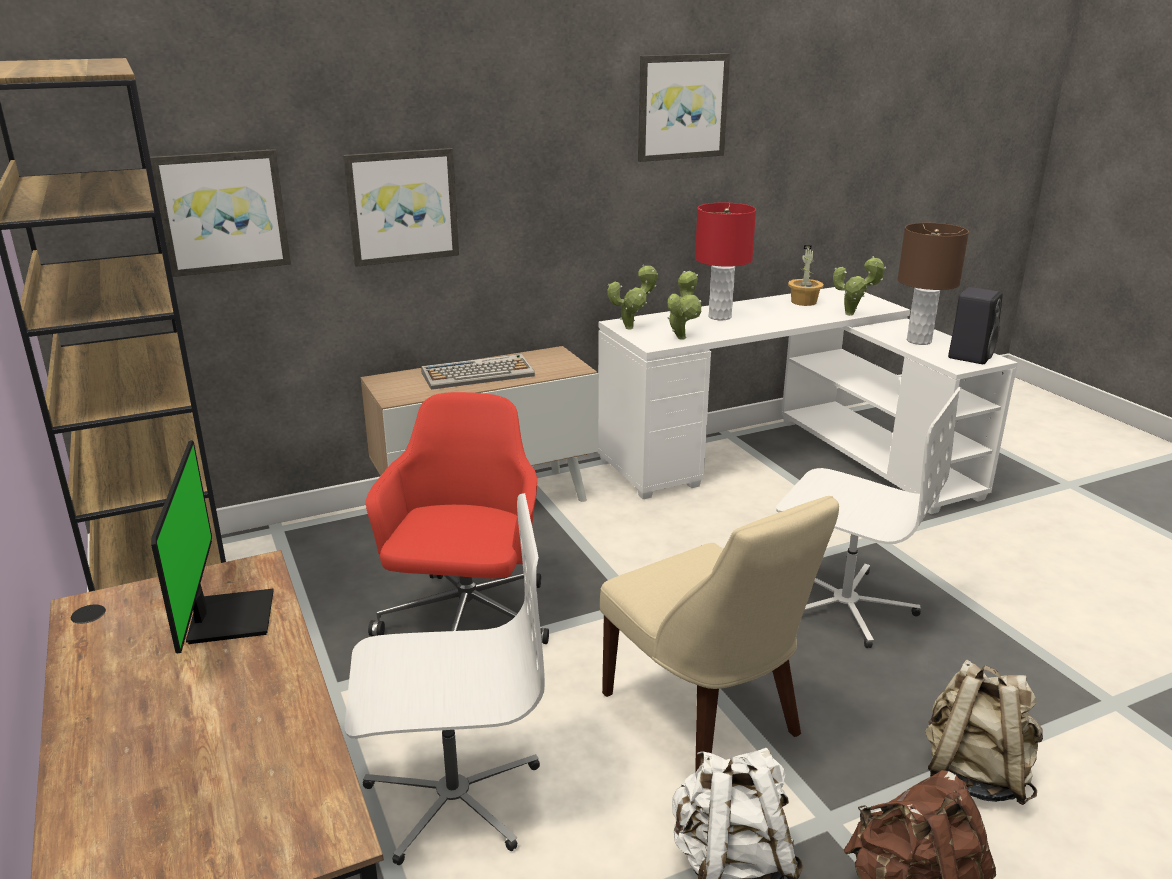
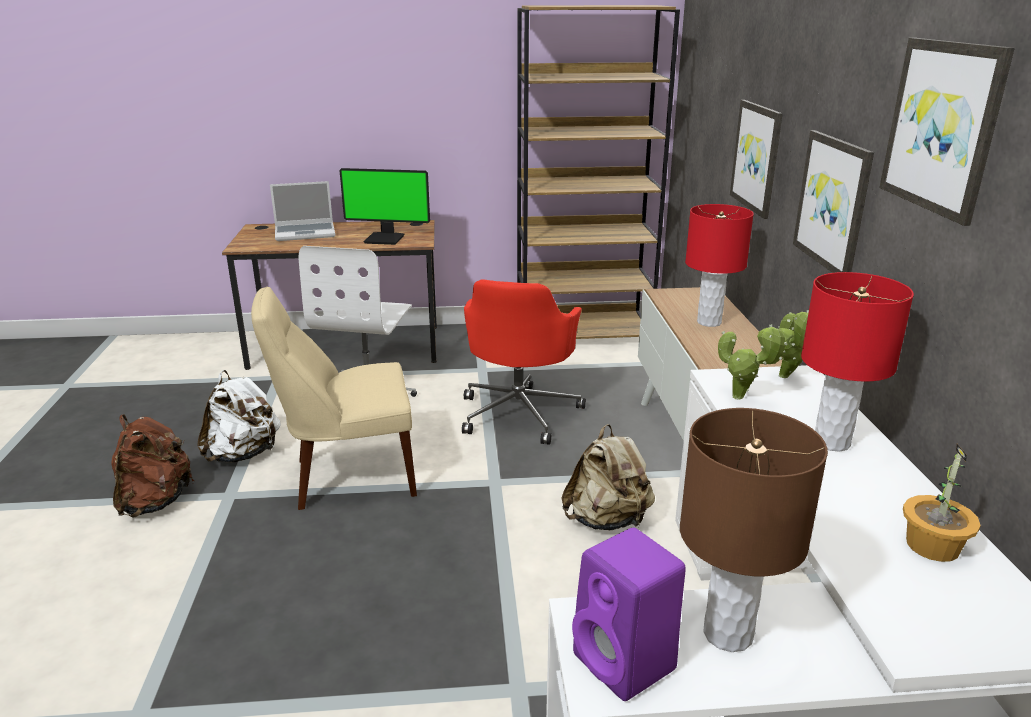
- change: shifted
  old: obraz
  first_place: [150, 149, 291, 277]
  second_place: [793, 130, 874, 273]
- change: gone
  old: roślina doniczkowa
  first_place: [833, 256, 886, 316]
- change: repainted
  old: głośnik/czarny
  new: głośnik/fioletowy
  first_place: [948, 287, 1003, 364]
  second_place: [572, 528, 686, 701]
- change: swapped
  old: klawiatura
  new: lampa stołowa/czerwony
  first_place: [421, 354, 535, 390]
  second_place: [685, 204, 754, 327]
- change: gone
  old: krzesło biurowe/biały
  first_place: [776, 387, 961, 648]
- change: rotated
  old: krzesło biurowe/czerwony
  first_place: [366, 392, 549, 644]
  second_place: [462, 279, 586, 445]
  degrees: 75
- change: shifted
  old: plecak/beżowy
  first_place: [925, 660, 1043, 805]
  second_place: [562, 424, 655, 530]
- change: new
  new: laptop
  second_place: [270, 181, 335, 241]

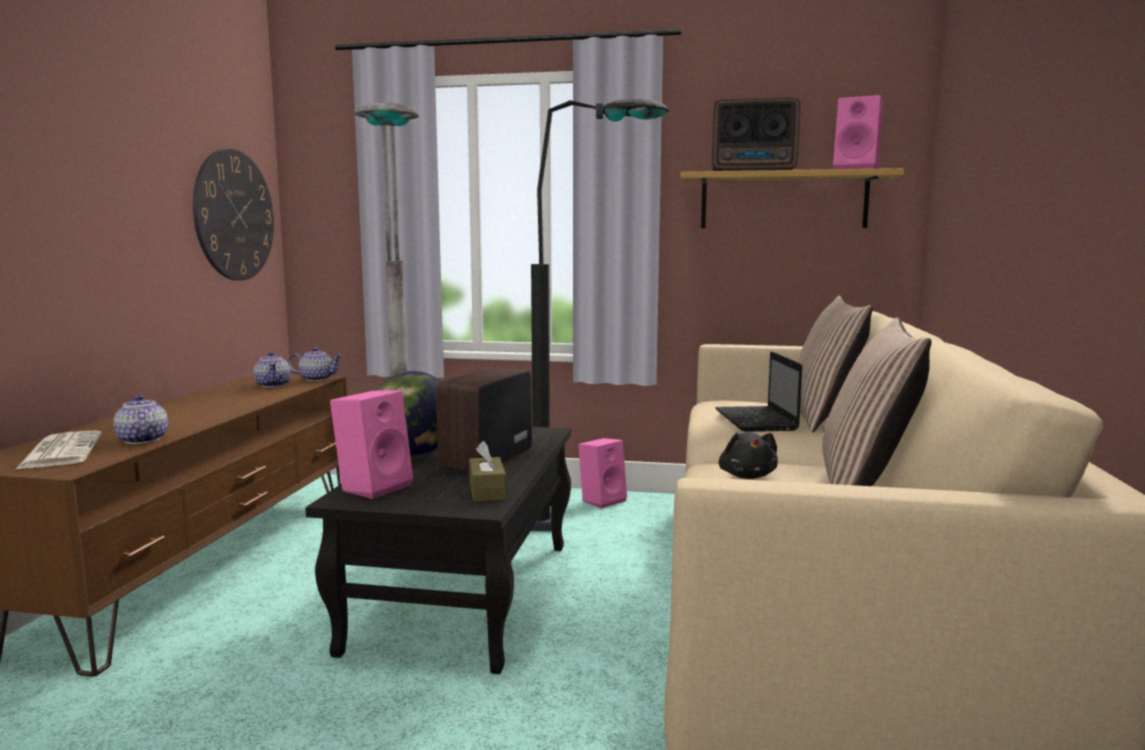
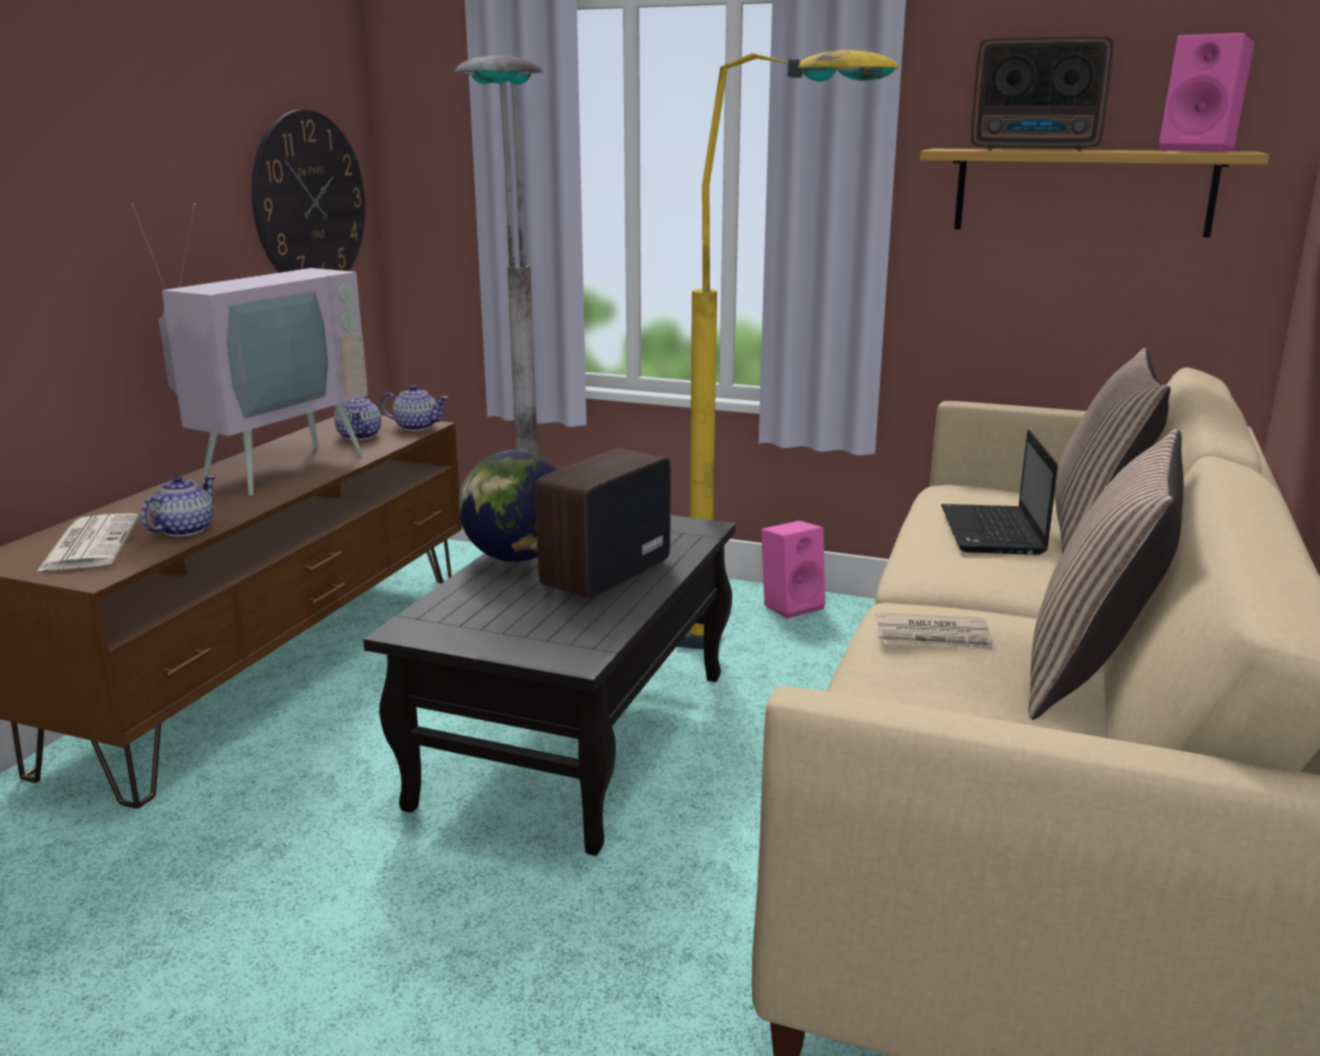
- change: repainted
  old: lampa stojąca/czarny
  new: lampa stojąca/żółty
  first_place: [531, 98, 669, 531]
  second_place: [677, 50, 900, 650]
- change: gone
  old: głośnik/różowy
  first_place: [330, 390, 413, 499]
- change: rotated
  old: imbryk
  first_place: [113, 395, 168, 444]
  second_place: [141, 475, 216, 536]
  degrees: 45
- change: swapped
  old: pluszak/czarny
  new: gazeta
  first_place: [719, 432, 778, 479]
  second_place: [875, 613, 996, 651]
- change: gone
  old: pudełko chusteczek/brązowy
  first_place: [469, 441, 506, 502]
- change: new
  new: telewizor
  second_place: [131, 203, 368, 496]

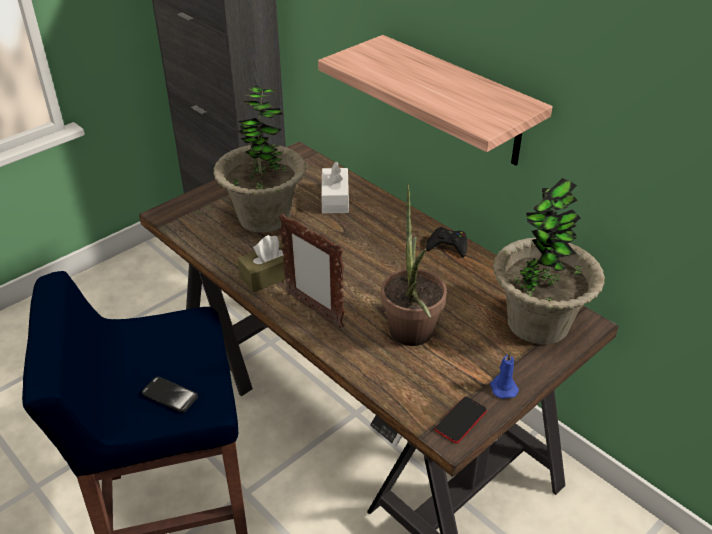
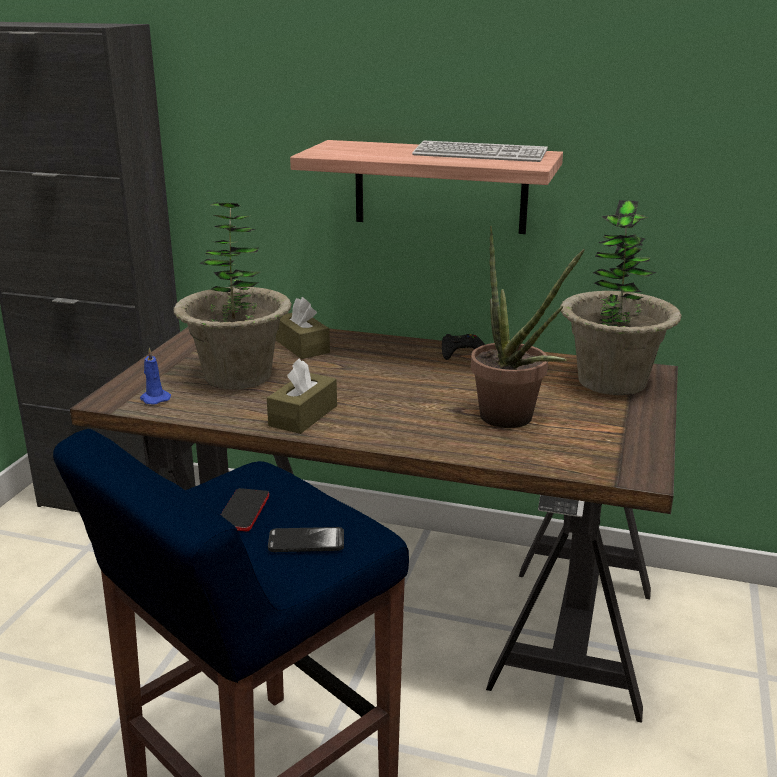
- change: repainted
  old: pudełko chusteczek/biały
  new: pudełko chusteczek/brązowy
  first_place: [321, 161, 349, 213]
  second_place: [275, 297, 330, 359]
- change: gone
  old: ramka na zdjęcie
  first_place: [279, 214, 344, 328]
- change: shifted
  old: świeca/niebieski
  first_place: [490, 352, 519, 399]
  second_place: [140, 348, 171, 405]
- change: shifted
  old: telefon
  first_place: [435, 396, 487, 444]
  second_place: [221, 488, 269, 531]
- change: new
  new: klawiatura
  second_place: [412, 141, 548, 162]

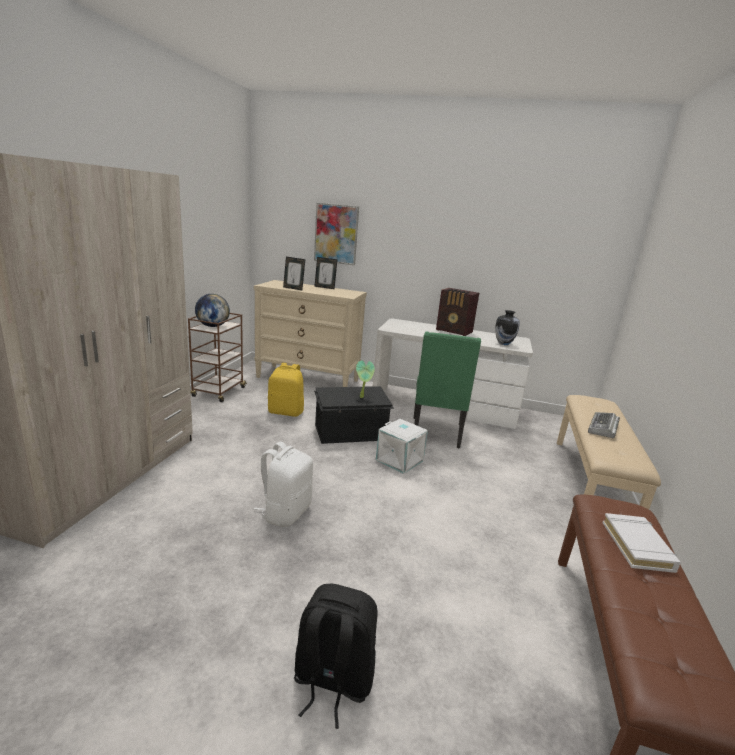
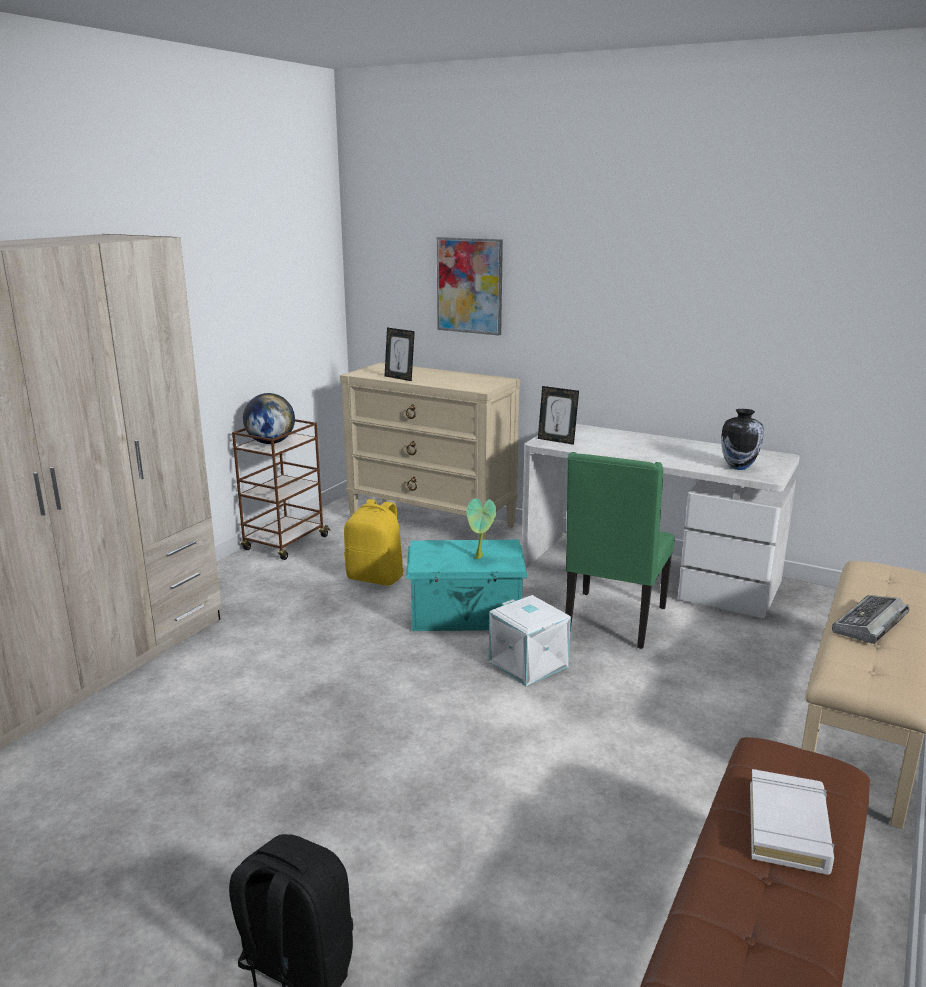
- change: shifted
  old: ramka na zdjęcie
  first_place: [314, 257, 338, 289]
  second_place: [538, 386, 579, 445]
- change: gone
  old: radio
  first_place: [436, 288, 479, 336]
- change: repainted
  old: pojemnik do przechowywania/czarny
  new: pojemnik do przechowywania/turkusowy
  first_place: [314, 386, 394, 444]
  second_place: [406, 540, 528, 631]
- change: gone
  old: plecak/biały
  first_place: [254, 442, 313, 527]

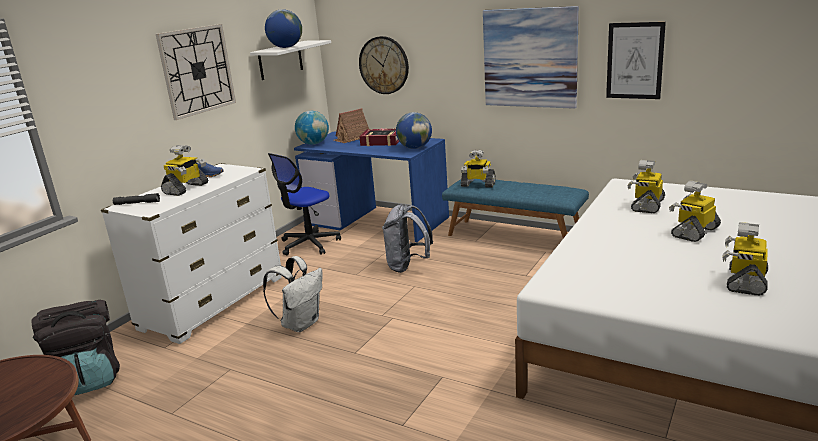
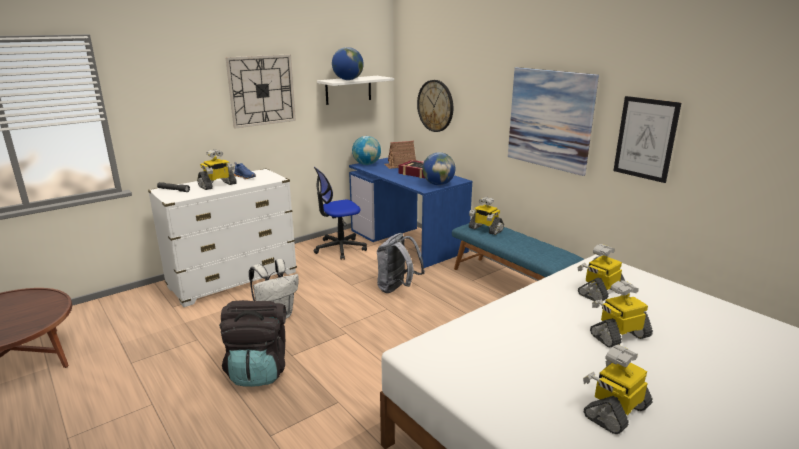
- change: shifted
  old: plecak/czarny
  first_place: [32, 300, 120, 395]
  second_place: [219, 300, 286, 387]

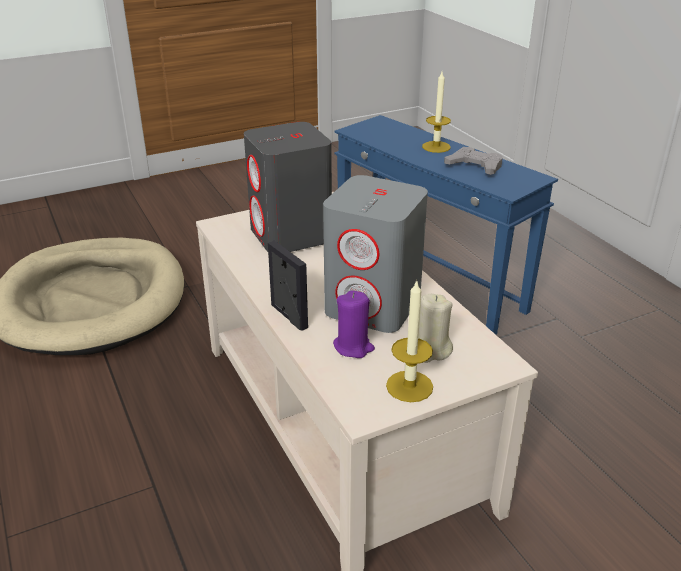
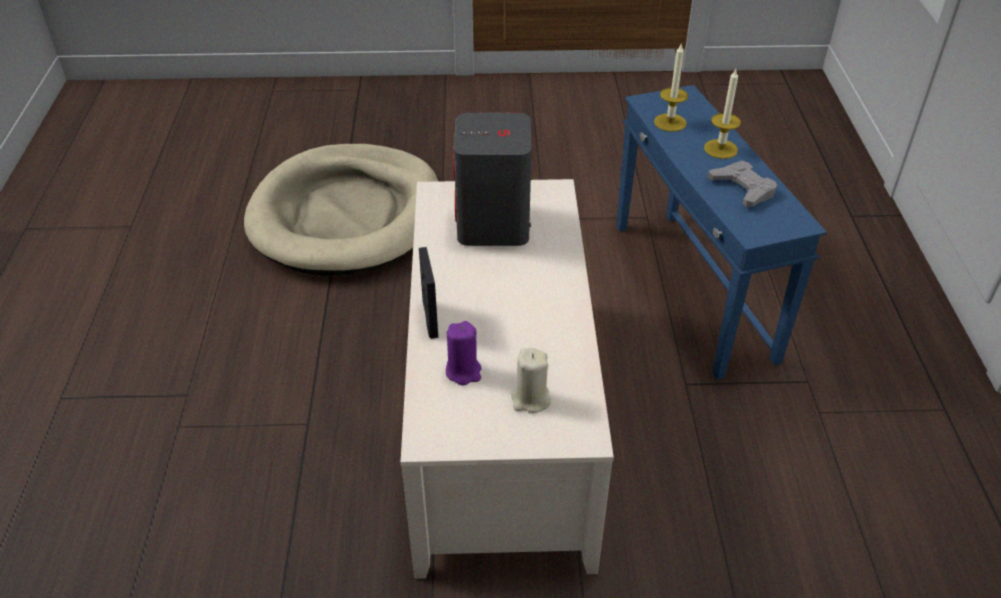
- change: gone
  old: głośnik/szary
  first_place: [323, 175, 428, 333]
- change: shifted
  old: świeca
  first_place: [386, 279, 433, 402]
  second_place: [654, 43, 688, 132]

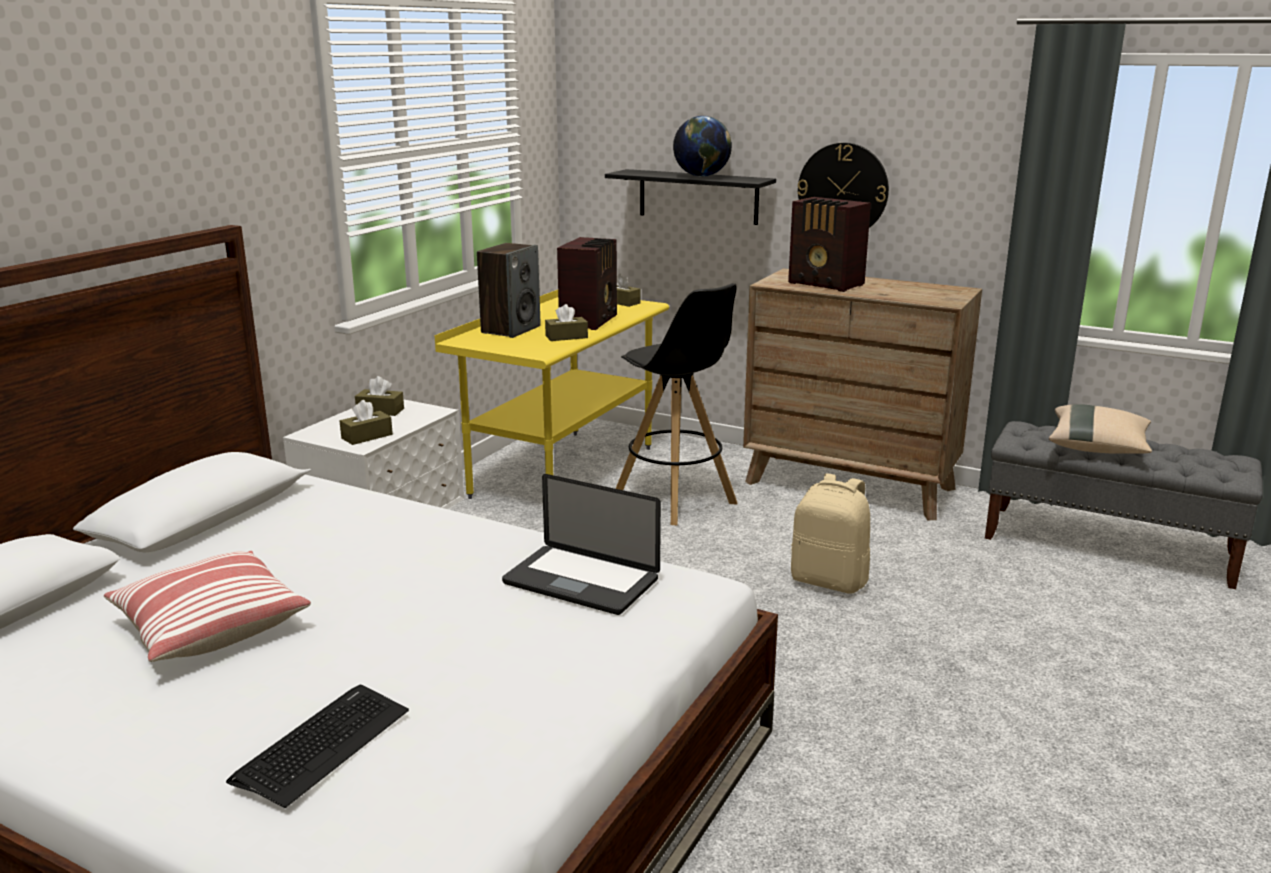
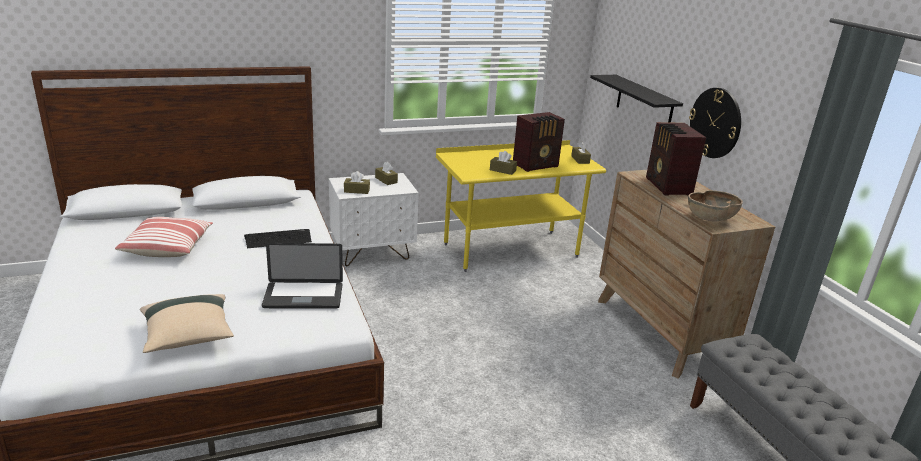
- change: gone
  old: globus
  first_place: [673, 116, 732, 177]
- change: gone
  old: głośnik
  first_place: [477, 243, 540, 338]
- change: gone
  old: stołek/czarny
  first_place: [615, 283, 737, 525]
- change: shifted
  old: poduszka/beżowy
  first_place: [1049, 404, 1152, 454]
  second_place: [140, 294, 234, 353]
- change: gone
  old: plecak/beżowy
  first_place: [791, 473, 870, 594]
- change: rotated
  old: laptop
  first_place: [502, 474, 661, 615]
  second_place: [262, 243, 343, 309]
  degrees: -75
- change: shifted
  old: klawiatura
  first_place: [226, 685, 409, 808]
  second_place: [244, 229, 312, 248]
- change: new
  new: miska/brązowy
  second_place: [688, 190, 743, 221]

